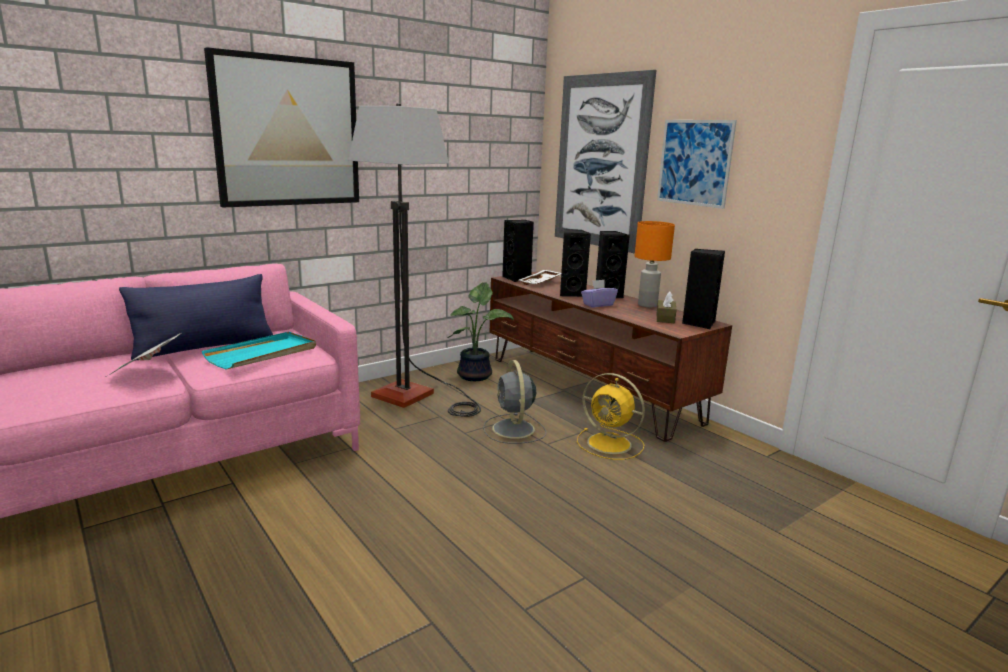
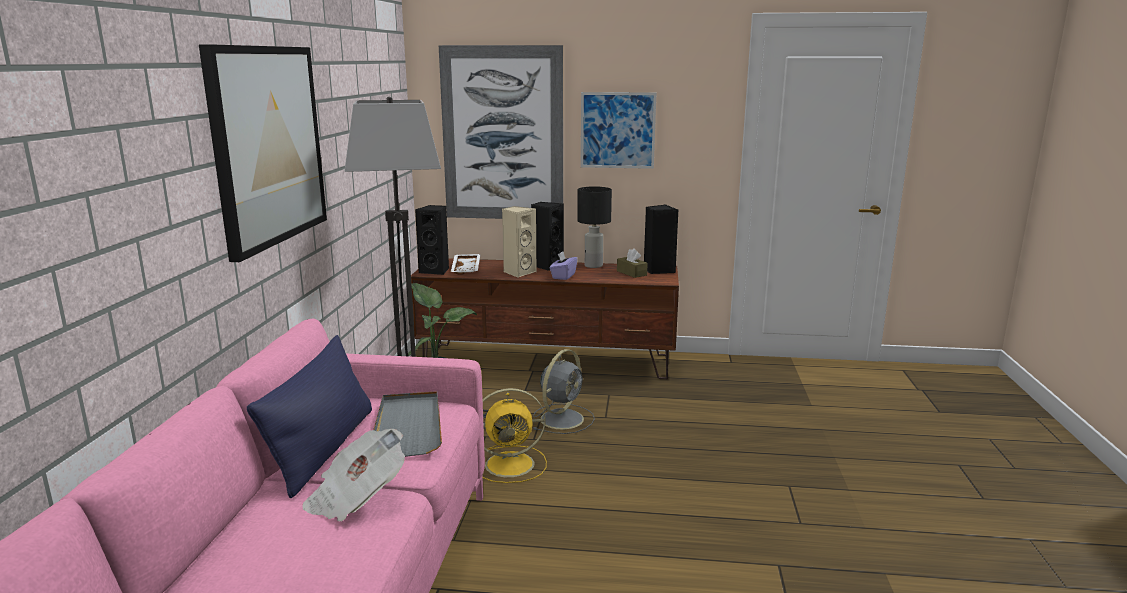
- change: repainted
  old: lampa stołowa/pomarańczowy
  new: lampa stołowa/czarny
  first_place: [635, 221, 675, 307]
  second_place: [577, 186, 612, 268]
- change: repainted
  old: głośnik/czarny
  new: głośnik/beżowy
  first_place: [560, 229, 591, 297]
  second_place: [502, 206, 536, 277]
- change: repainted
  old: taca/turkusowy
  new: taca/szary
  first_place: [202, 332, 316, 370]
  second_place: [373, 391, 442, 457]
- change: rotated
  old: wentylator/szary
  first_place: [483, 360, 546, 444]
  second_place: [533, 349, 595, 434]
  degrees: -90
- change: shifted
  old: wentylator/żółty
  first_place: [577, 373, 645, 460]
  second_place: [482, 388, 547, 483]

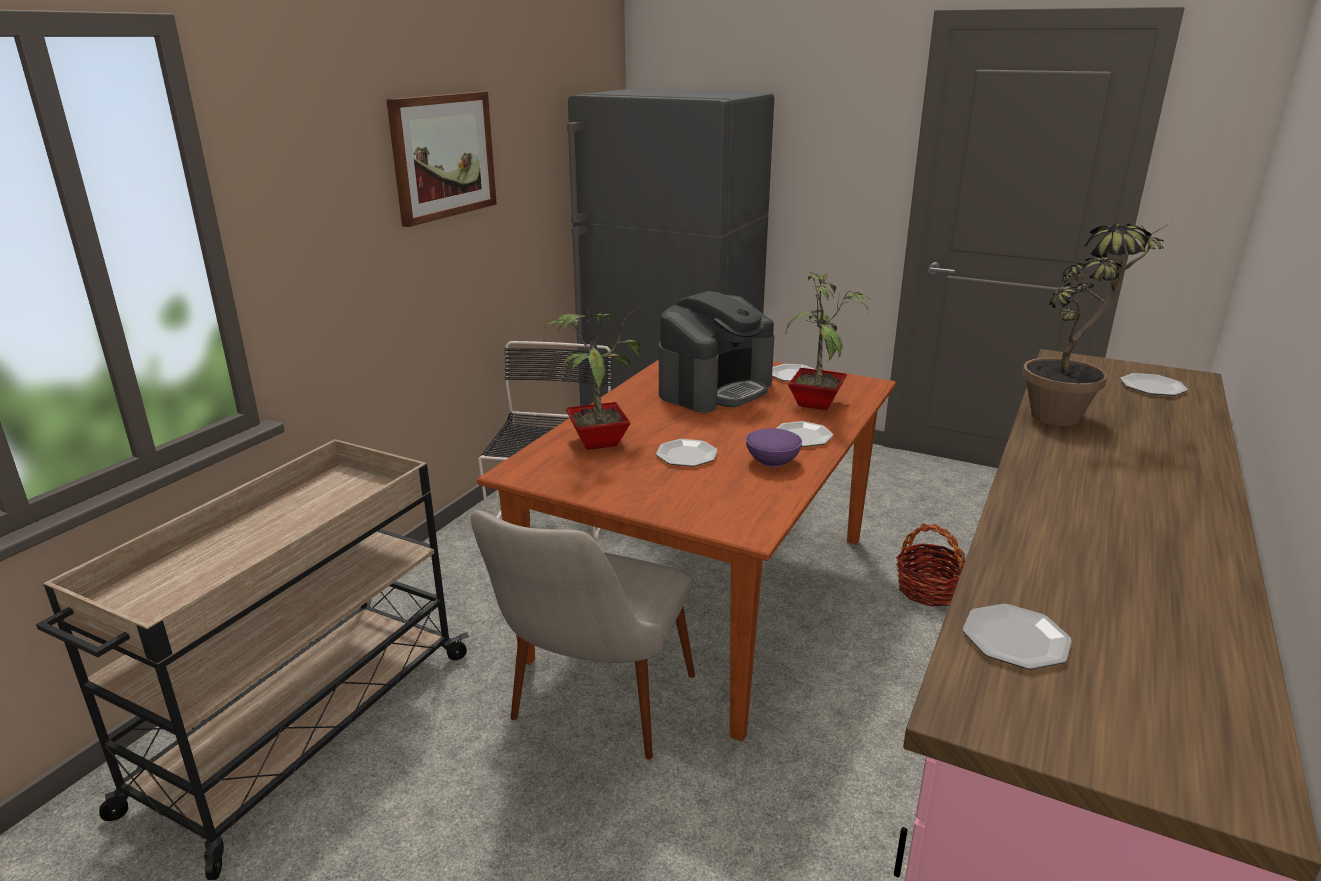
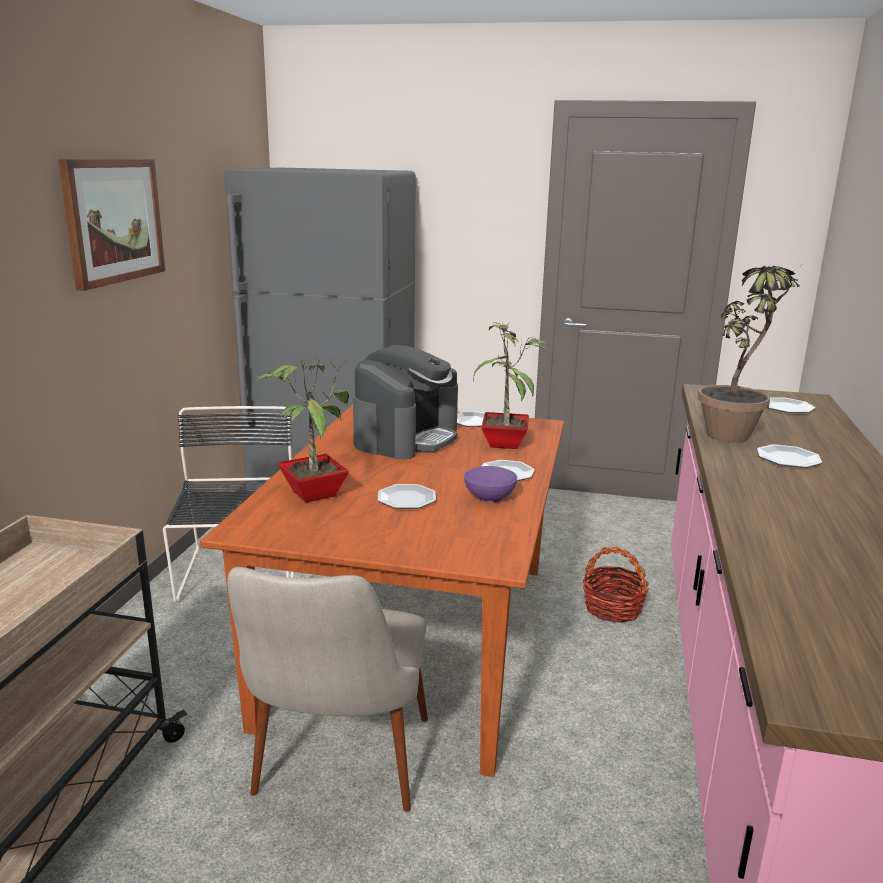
- change: shifted
  old: talerz
  first_place: [963, 604, 1072, 669]
  second_place: [757, 444, 822, 468]

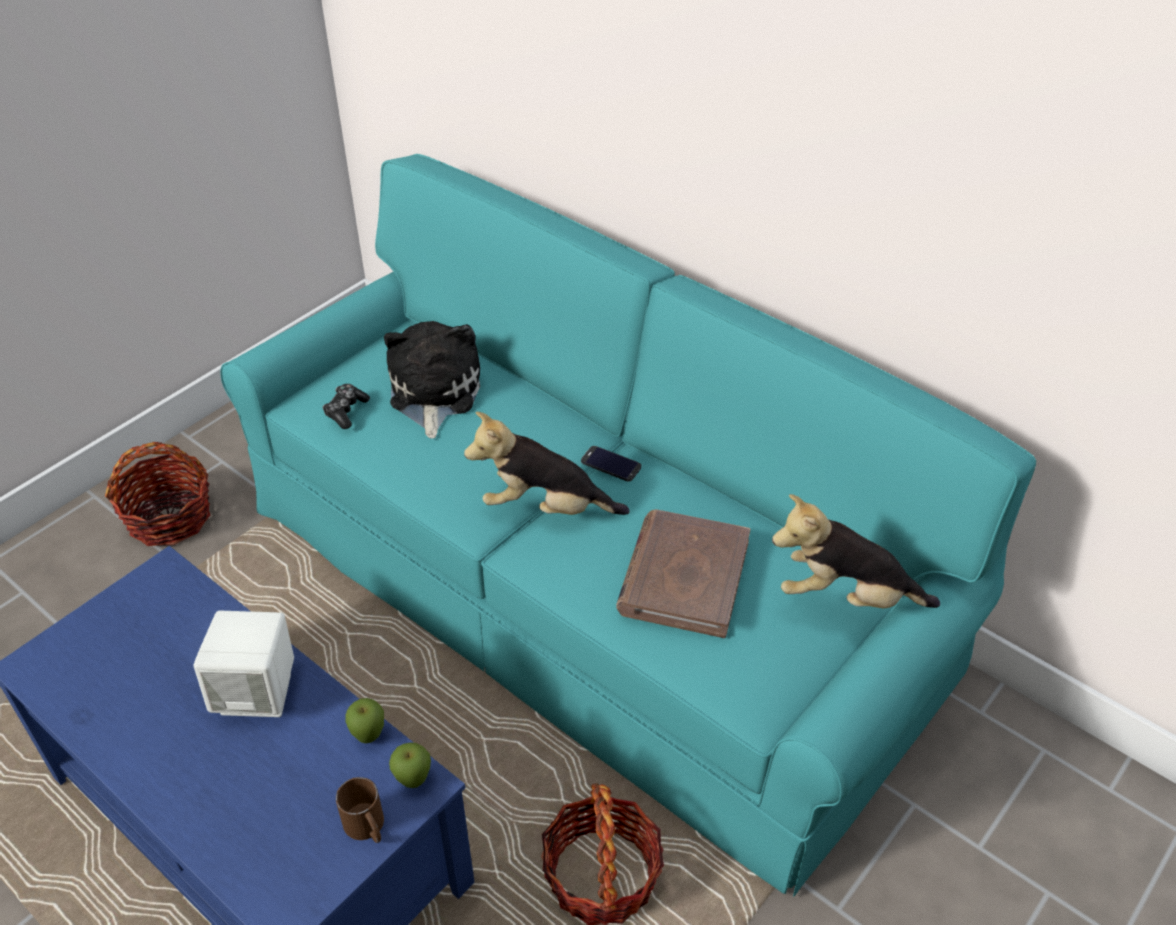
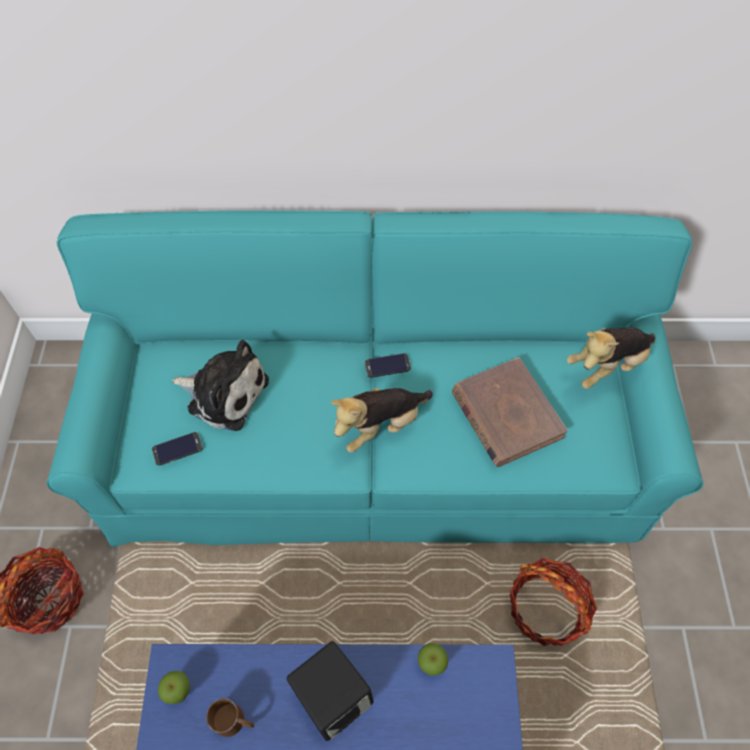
- change: rotated
  old: pluszak
  first_place: [384, 321, 480, 439]
  second_place: [172, 340, 269, 431]
  degrees: 150
- change: swapped
  old: pad do gier
  new: telefon
  first_place: [322, 384, 370, 429]
  second_place: [152, 432, 203, 466]
- change: repainted
  old: głośnik/biały
  new: głośnik/czarny
  first_place: [194, 610, 294, 717]
  second_place: [287, 641, 374, 741]
- change: shifted
  old: jabłko
  first_place: [389, 743, 431, 788]
  second_place: [158, 671, 190, 704]
- change: shifted
  old: kubek/brązowy
  first_place: [336, 777, 384, 843]
  second_place: [206, 698, 254, 737]

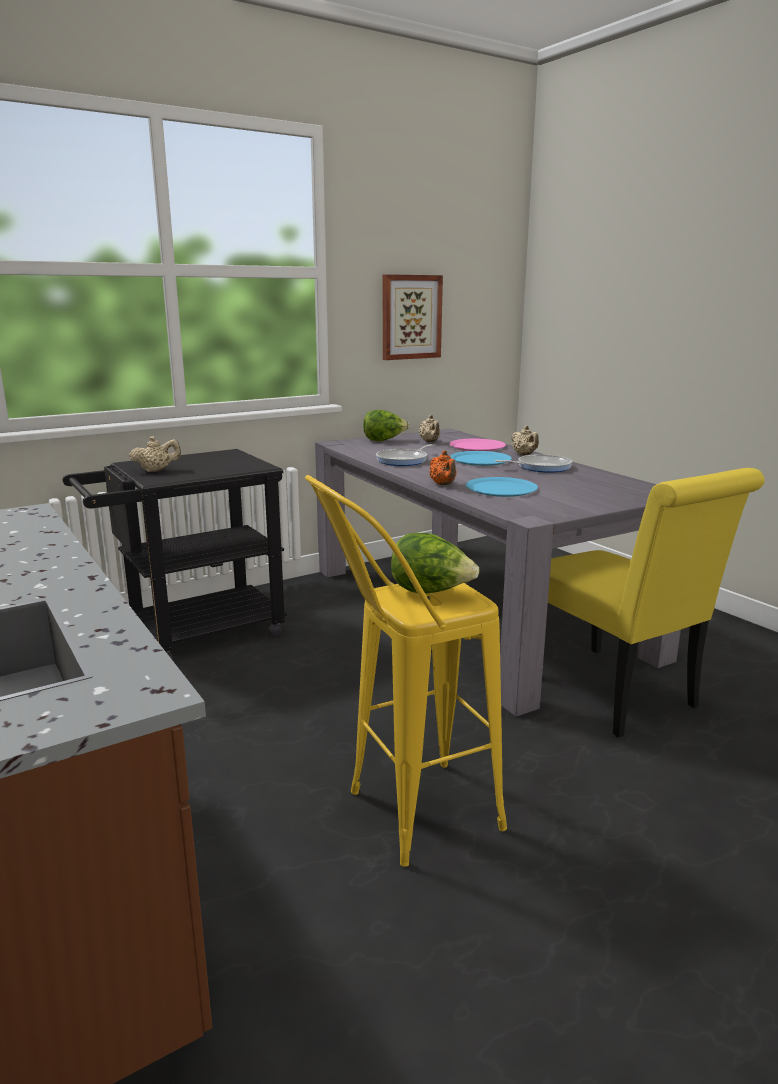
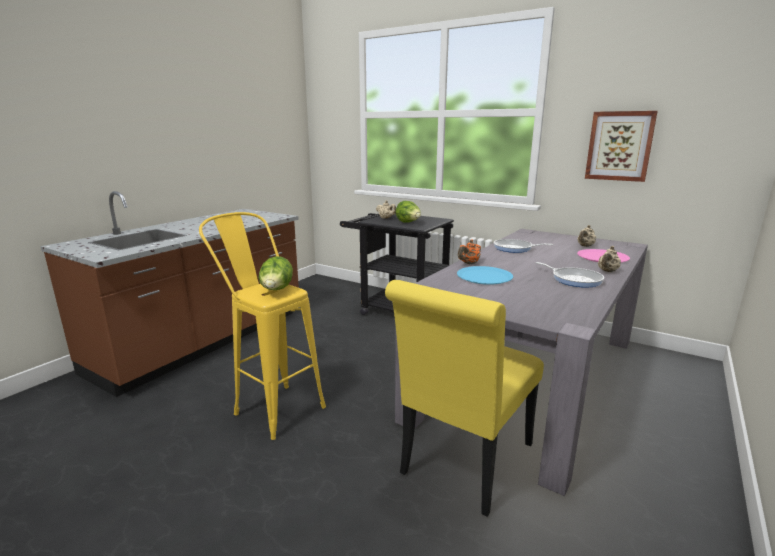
- change: shifted
  old: sałata
  first_place: [363, 410, 409, 441]
  second_place: [396, 201, 421, 223]
- change: gone
  old: talerz/niebieski
  first_place: [450, 451, 512, 466]

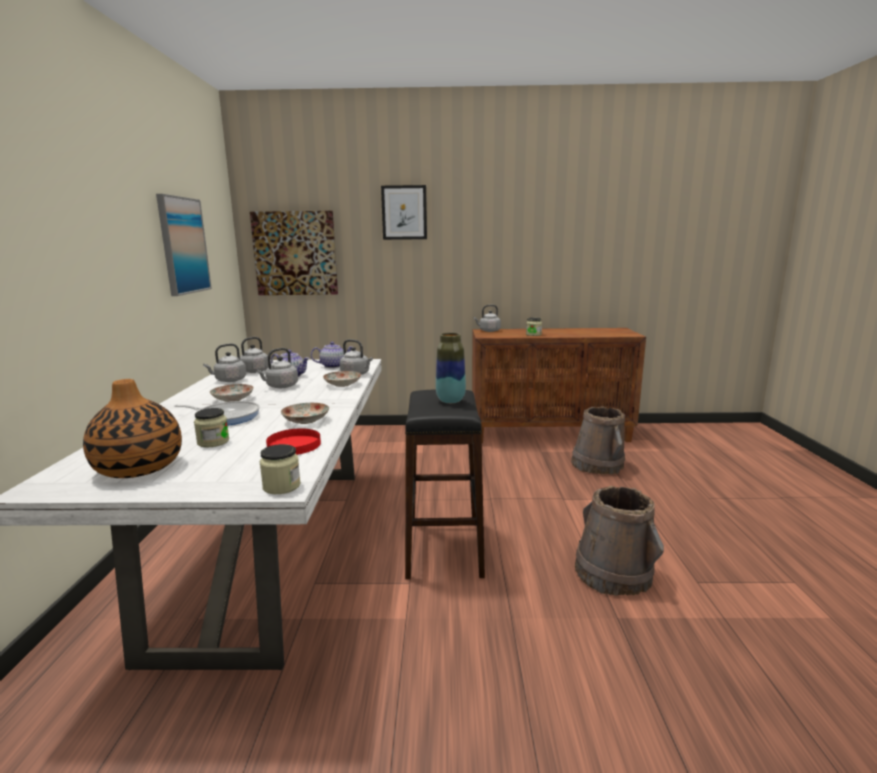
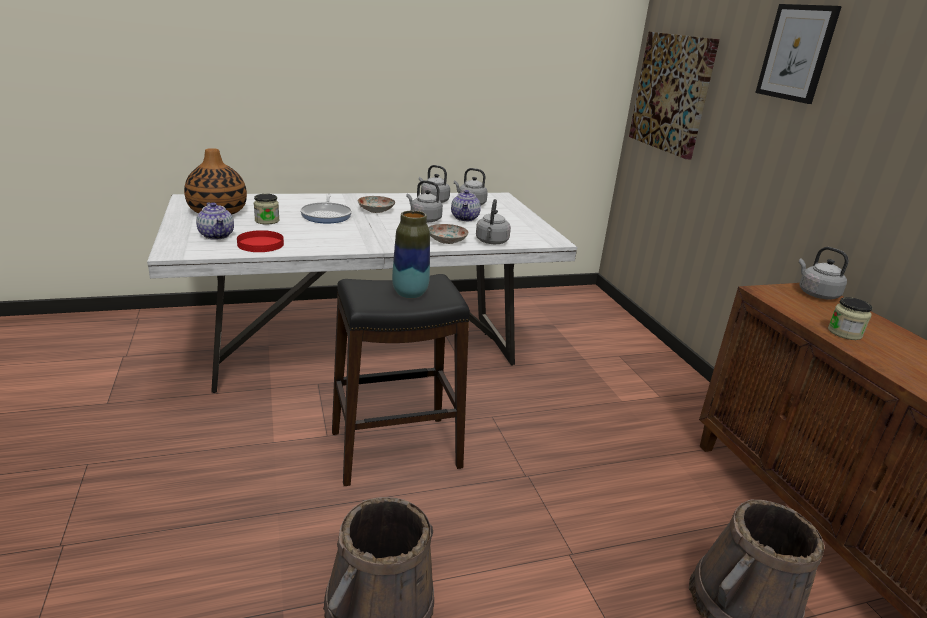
- change: gone
  old: obraz
  first_place: [156, 194, 212, 296]
- change: shifted
  old: imbryk
  first_place: [311, 342, 352, 368]
  second_place: [196, 202, 234, 240]
- change: gone
  old: talerz
  first_place: [281, 403, 329, 424]
- change: gone
  old: słoik
  first_place: [260, 444, 301, 494]

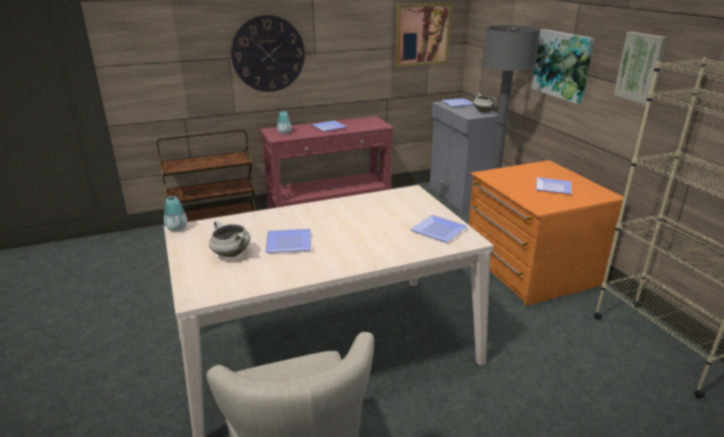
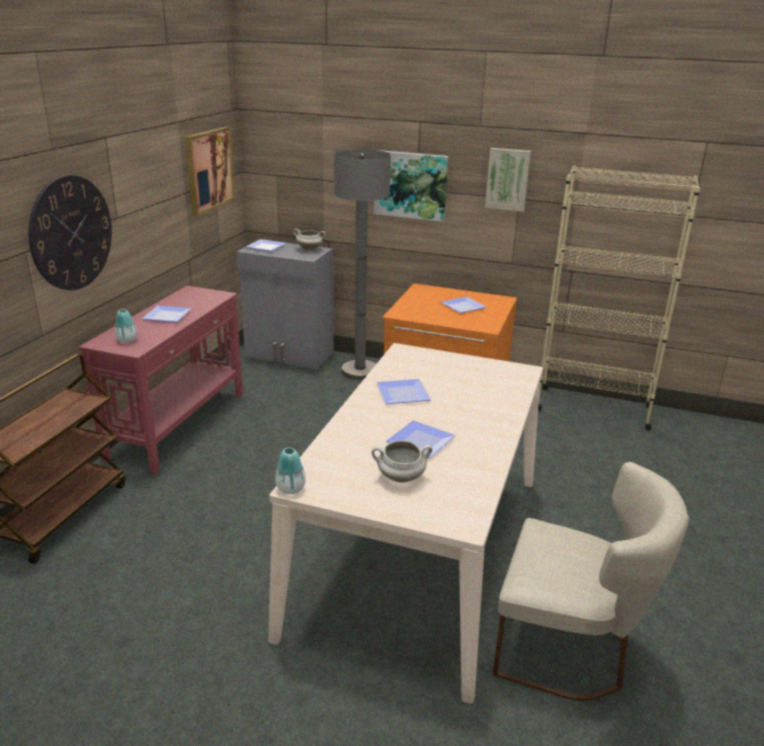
- change: shifted
  old: talerz
  first_place: [410, 215, 467, 242]
  second_place: [376, 379, 431, 404]

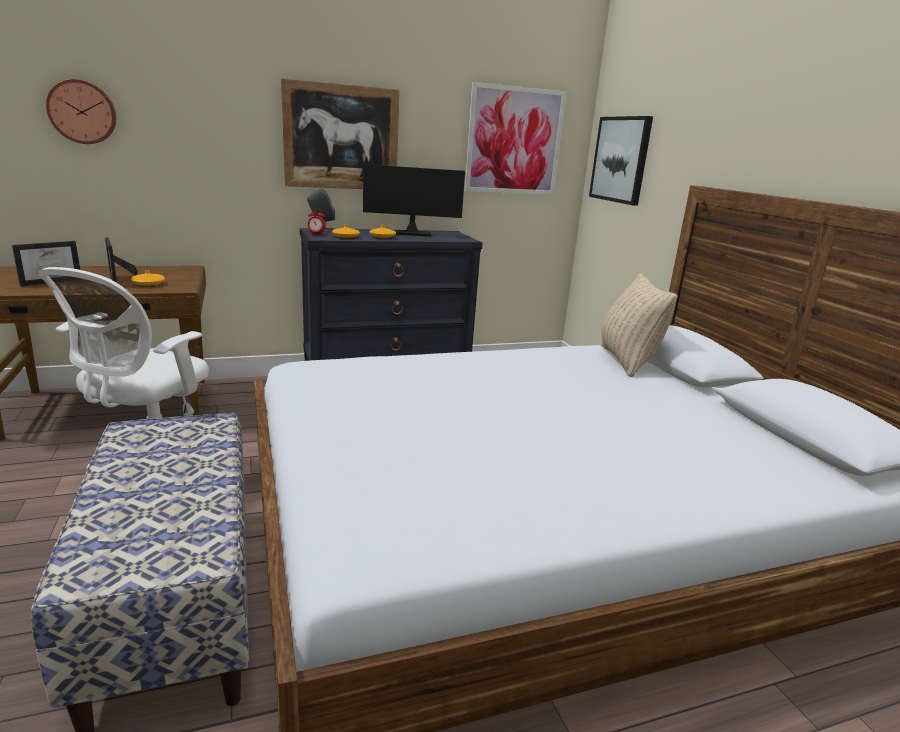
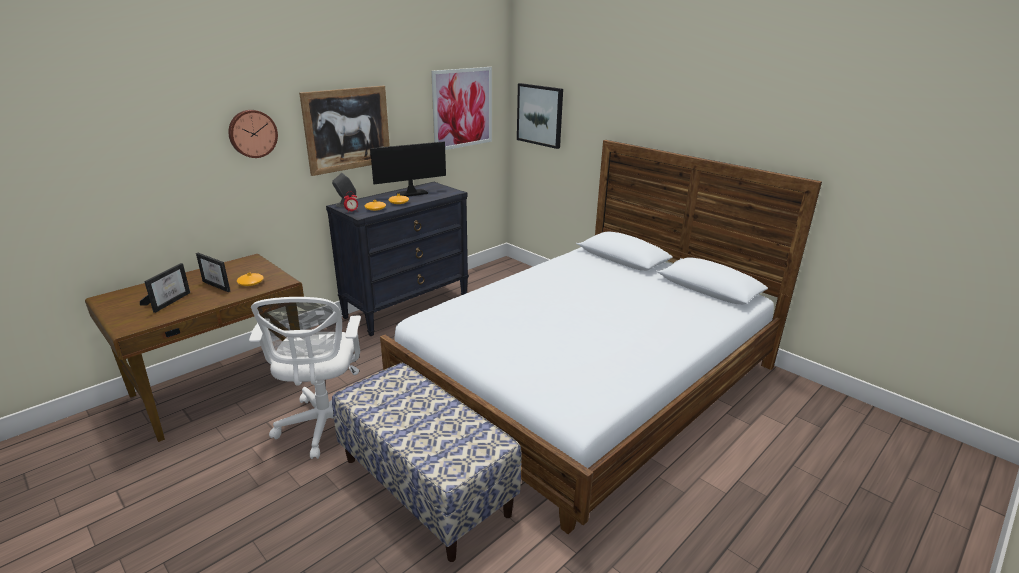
- change: shifted
  old: zegar ścienny
  first_place: [46, 79, 116, 144]
  second_place: [228, 110, 278, 158]
- change: gone
  old: poduszka/beżowy
  first_place: [601, 274, 677, 377]

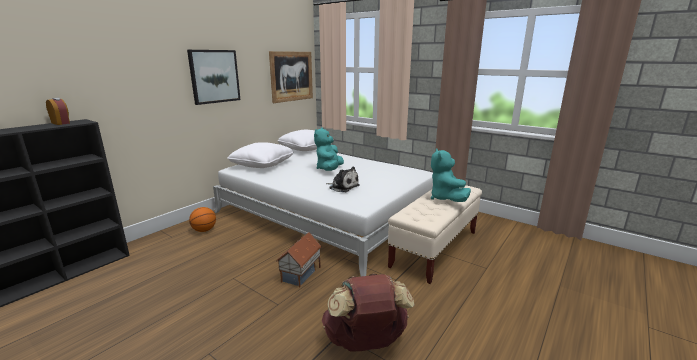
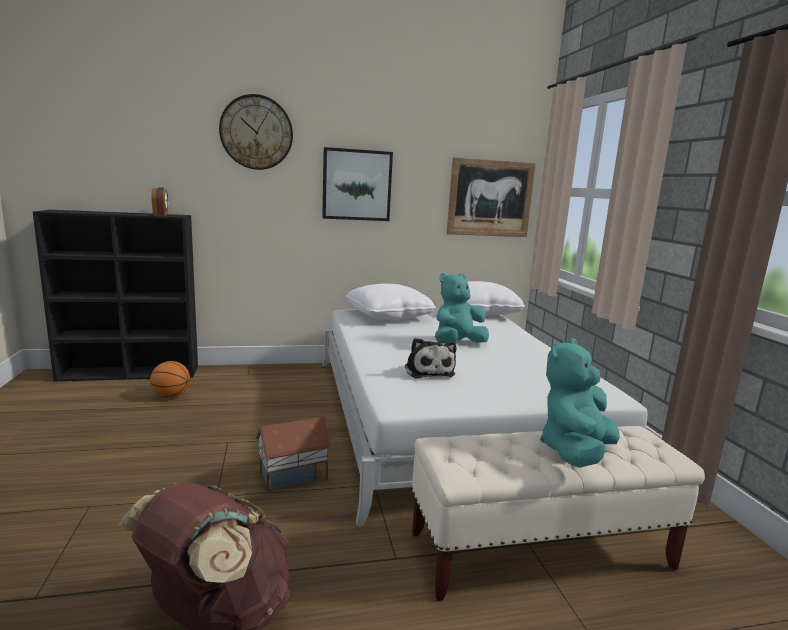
- change: shifted
  old: piłka do koszykówki
  first_place: [189, 207, 216, 232]
  second_place: [150, 361, 190, 398]
- change: new
  new: zegar ścienny
  second_place: [219, 94, 293, 170]

